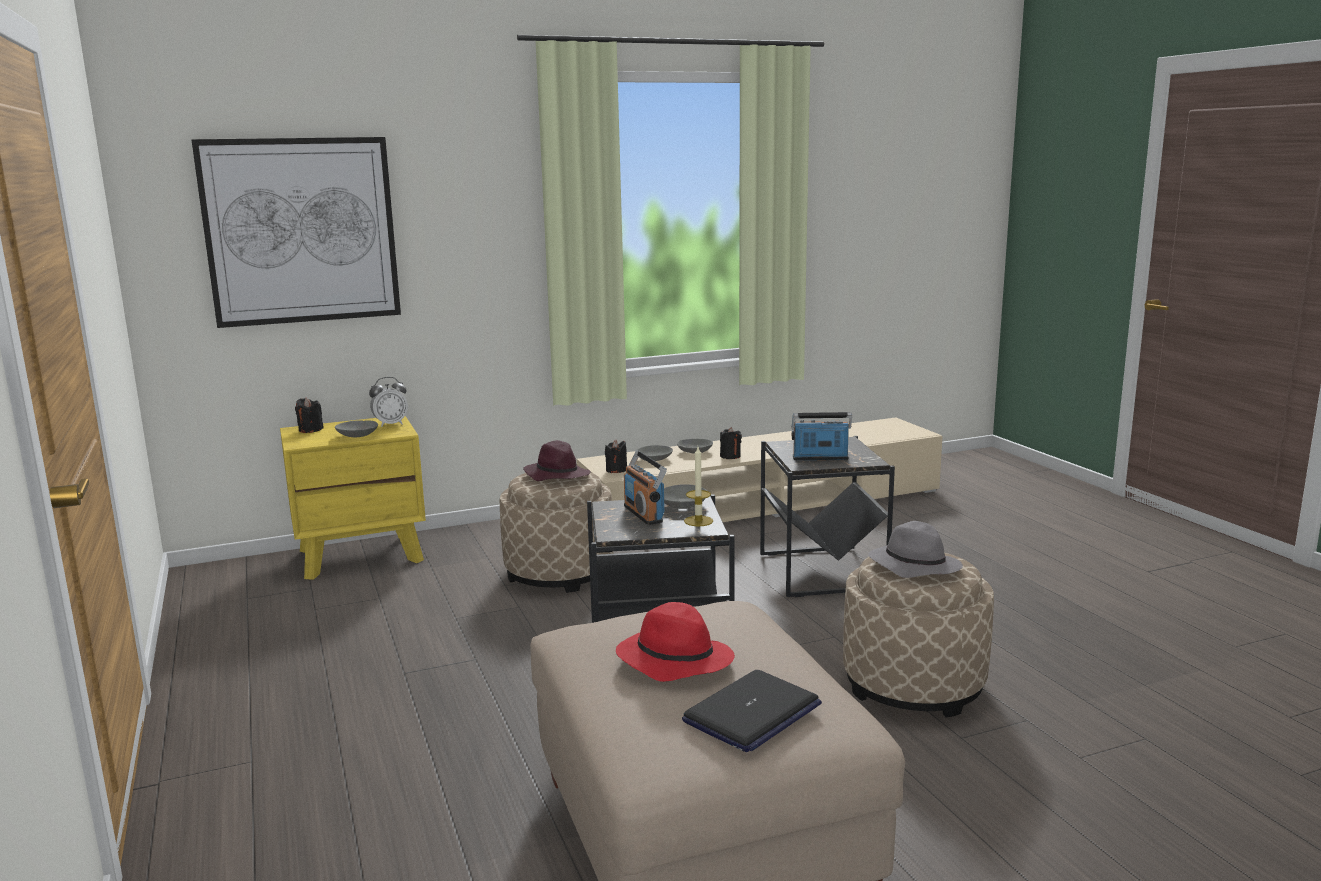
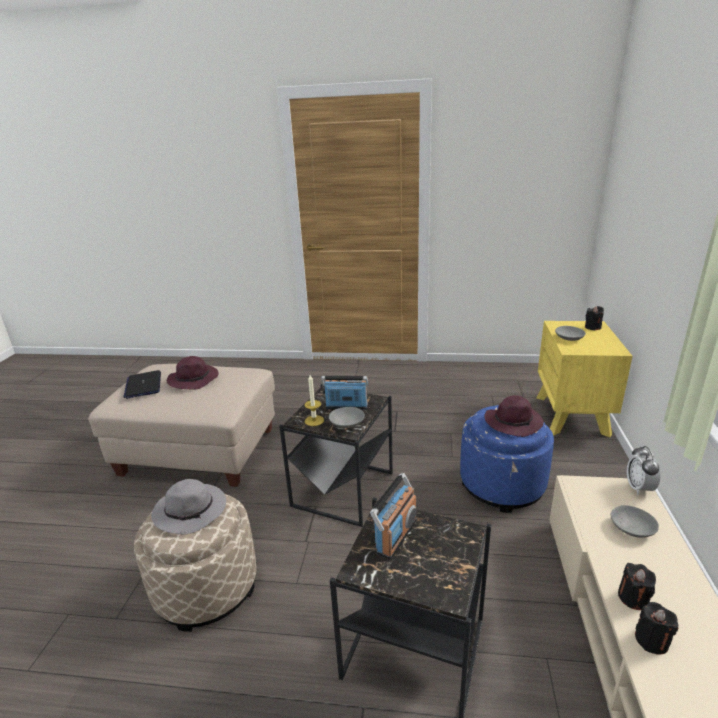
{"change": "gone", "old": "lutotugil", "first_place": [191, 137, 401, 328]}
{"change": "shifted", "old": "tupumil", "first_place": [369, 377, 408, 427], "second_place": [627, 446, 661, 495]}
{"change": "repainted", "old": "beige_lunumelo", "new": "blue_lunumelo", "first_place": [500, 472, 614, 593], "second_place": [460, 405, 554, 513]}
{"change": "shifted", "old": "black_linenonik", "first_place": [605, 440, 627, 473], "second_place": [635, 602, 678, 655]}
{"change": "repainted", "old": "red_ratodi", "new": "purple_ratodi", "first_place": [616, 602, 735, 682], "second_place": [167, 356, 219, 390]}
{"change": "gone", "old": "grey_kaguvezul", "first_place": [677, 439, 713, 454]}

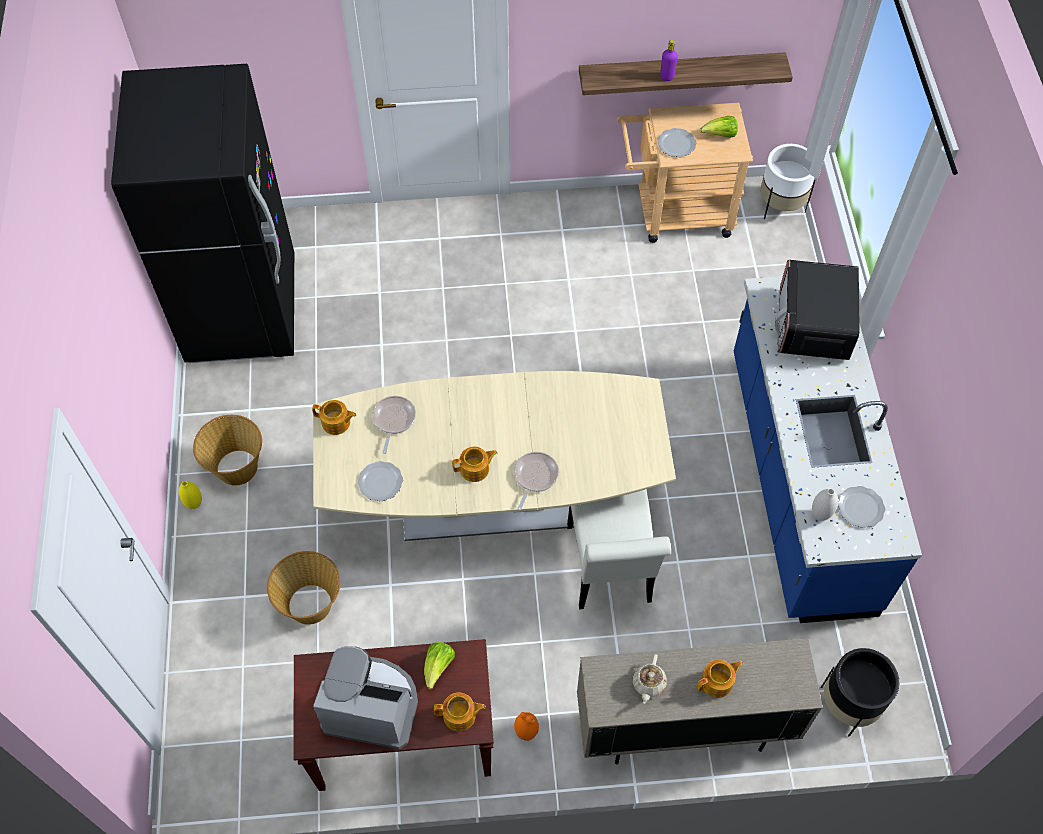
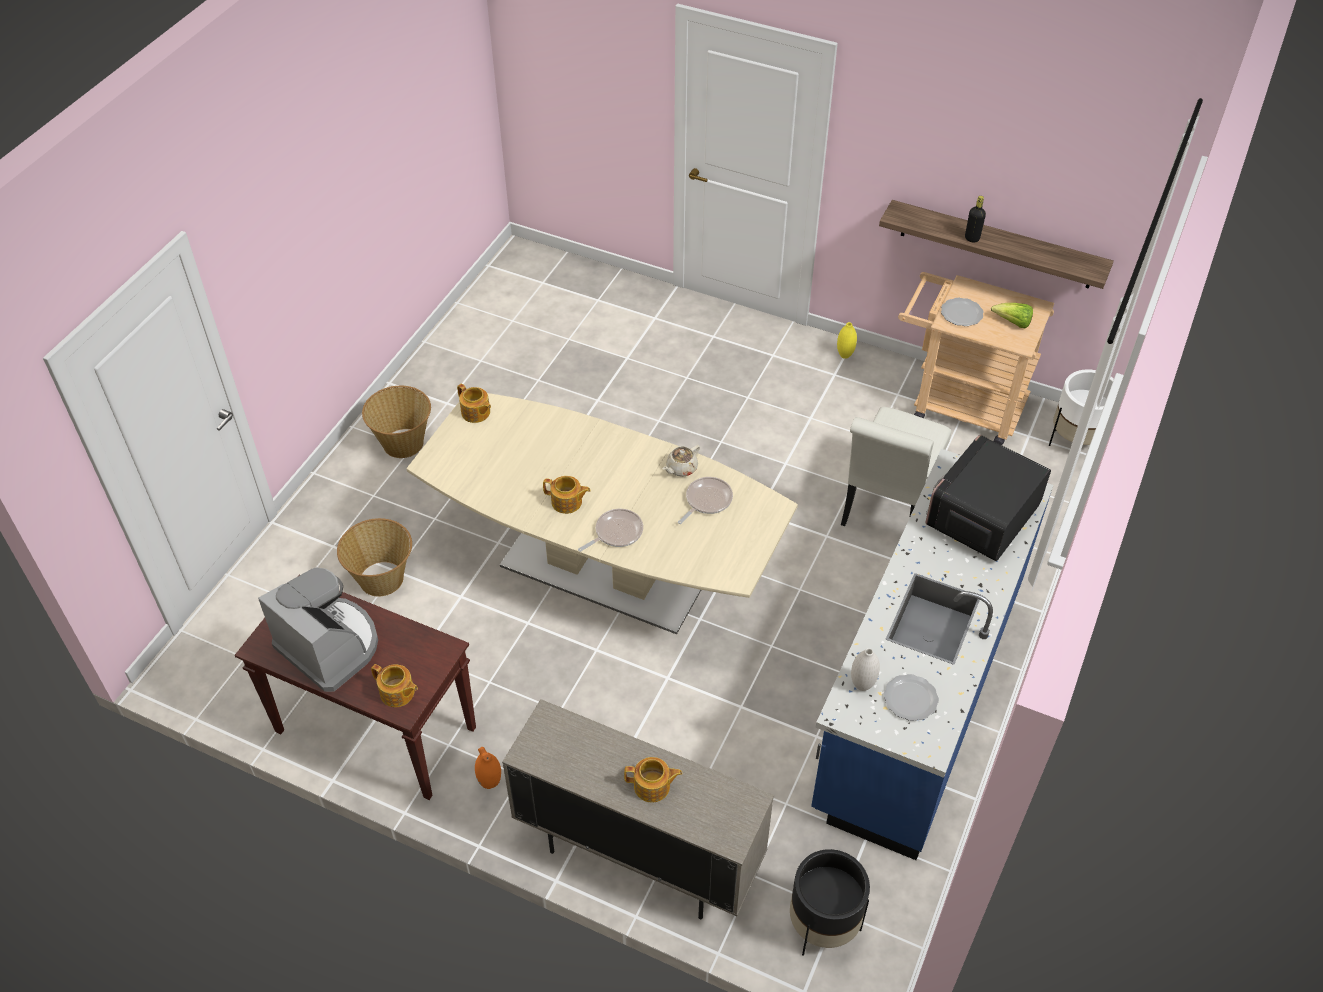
{"change": "gone", "old": "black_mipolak", "first_place": [111, 64, 294, 363]}
{"change": "shifted", "old": "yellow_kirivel", "first_place": [179, 481, 202, 509], "second_place": [837, 322, 857, 359]}
{"change": "gone", "old": "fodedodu", "first_place": [358, 461, 403, 501]}
{"change": "shifted", "old": "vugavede", "first_place": [372, 396, 416, 454], "second_place": [678, 477, 733, 524]}
{"change": "gone", "old": "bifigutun", "first_place": [424, 642, 455, 689]}
{"change": "shifted", "old": "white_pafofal", "first_place": [567, 489, 671, 609], "second_place": [841, 407, 952, 526]}
{"change": "shifted", "old": "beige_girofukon", "first_place": [633, 654, 667, 704], "second_place": [662, 445, 700, 477]}
{"change": "repainted", "old": "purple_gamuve", "new": "black_gamuve", "first_place": [660, 40, 678, 81], "second_place": [965, 196, 986, 242]}

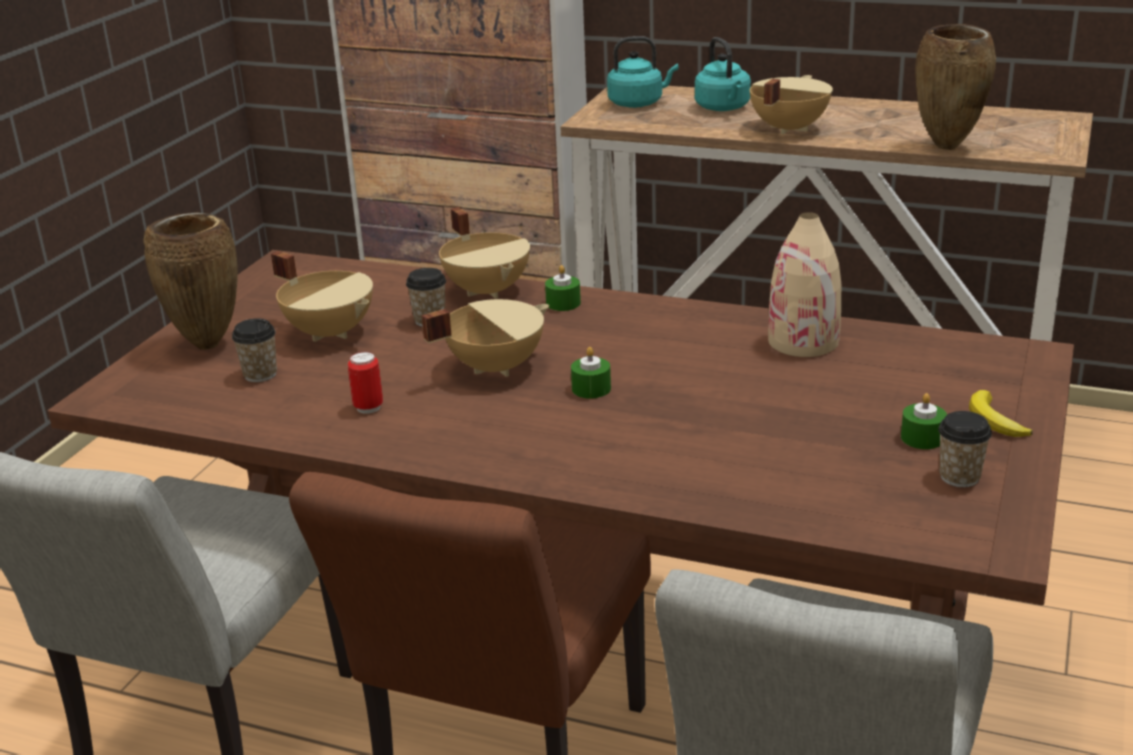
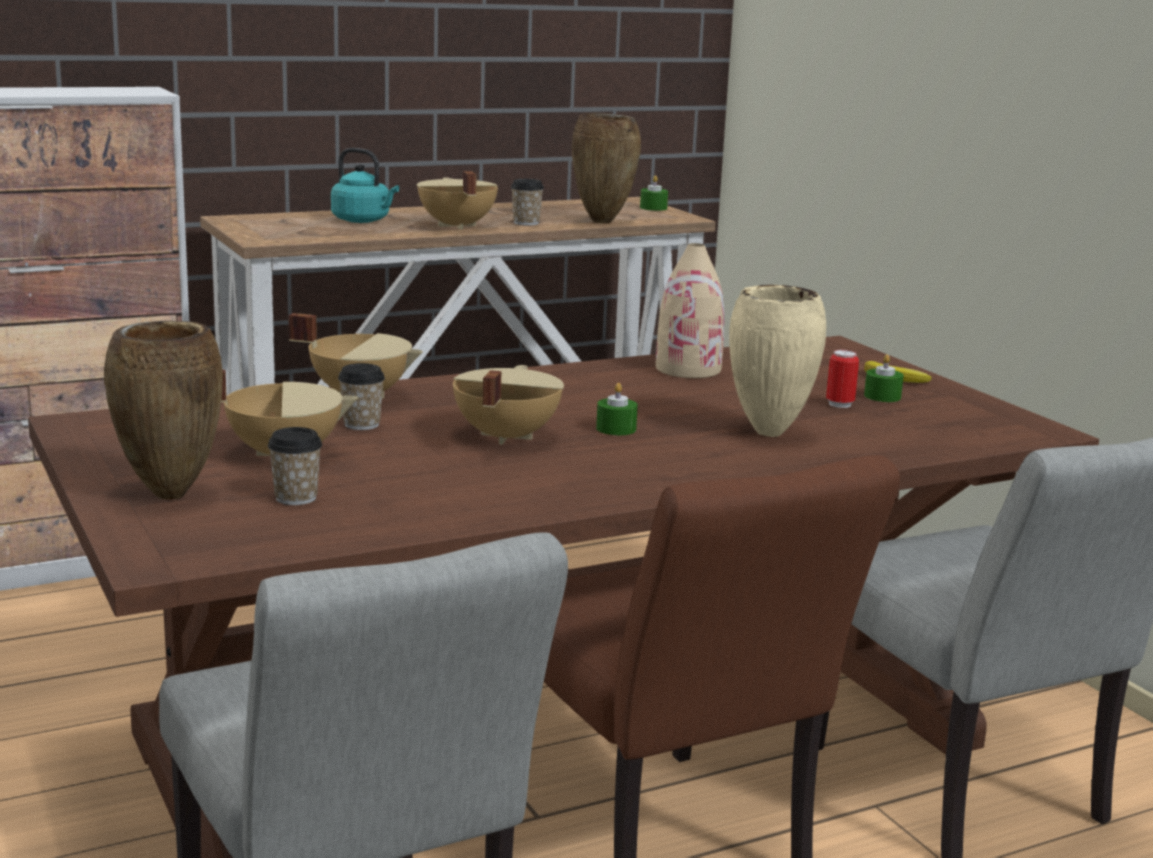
{"change": "shifted", "old": "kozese", "first_place": [348, 351, 383, 414], "second_place": [826, 350, 859, 408]}
{"change": "shifted", "old": "green_linenonik", "first_place": [545, 265, 581, 311], "second_place": [640, 175, 668, 211]}
{"change": "gone", "old": "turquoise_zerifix", "first_place": [607, 36, 679, 108]}
{"change": "shifted", "old": "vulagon", "first_place": [938, 411, 992, 487], "second_place": [511, 179, 544, 226]}
{"change": "new", "new": "beige_kirivel", "second_place": [729, 285, 826, 437]}

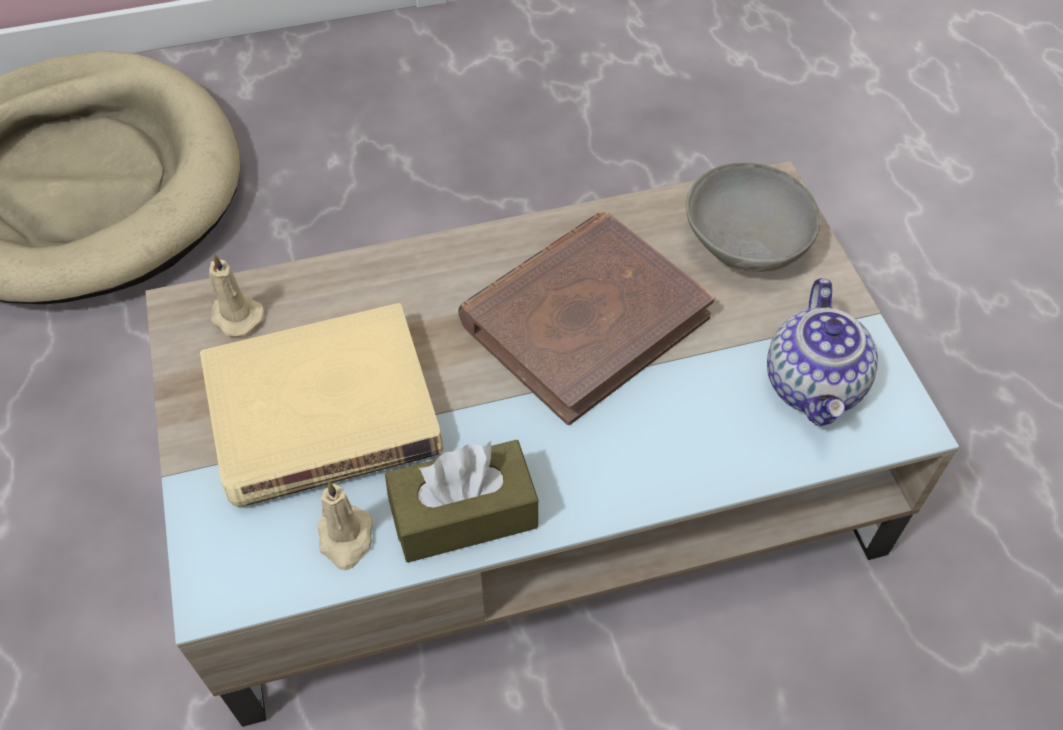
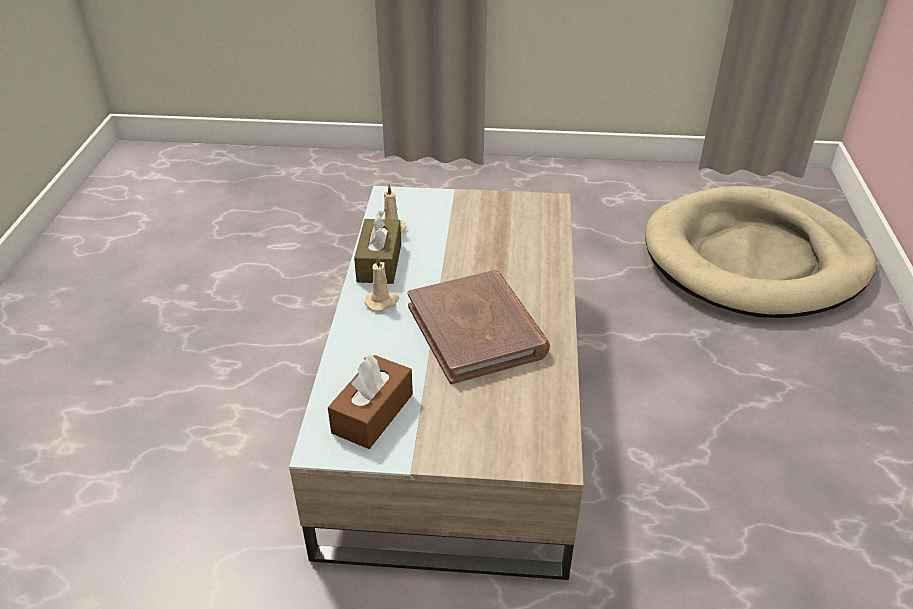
{"change": "gone", "old": "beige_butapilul", "first_place": [200, 303, 443, 507]}
{"change": "shifted", "old": "beige_linenonik", "first_place": [209, 253, 264, 337], "second_place": [365, 256, 399, 311]}
{"change": "gone", "old": "grey_kaguvezul", "first_place": [686, 162, 820, 272]}
{"change": "swapped", "old": "girofukon", "new": "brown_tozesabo", "first_place": [767, 278, 878, 426], "second_place": [328, 355, 413, 449]}

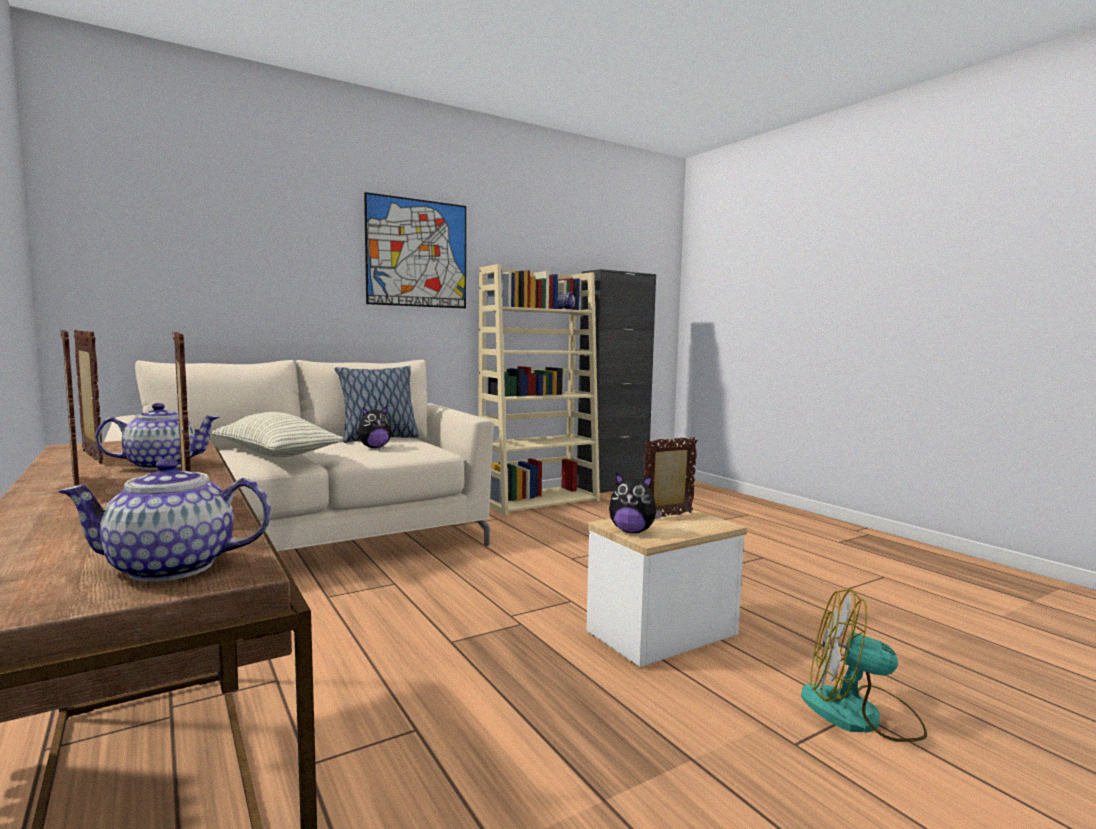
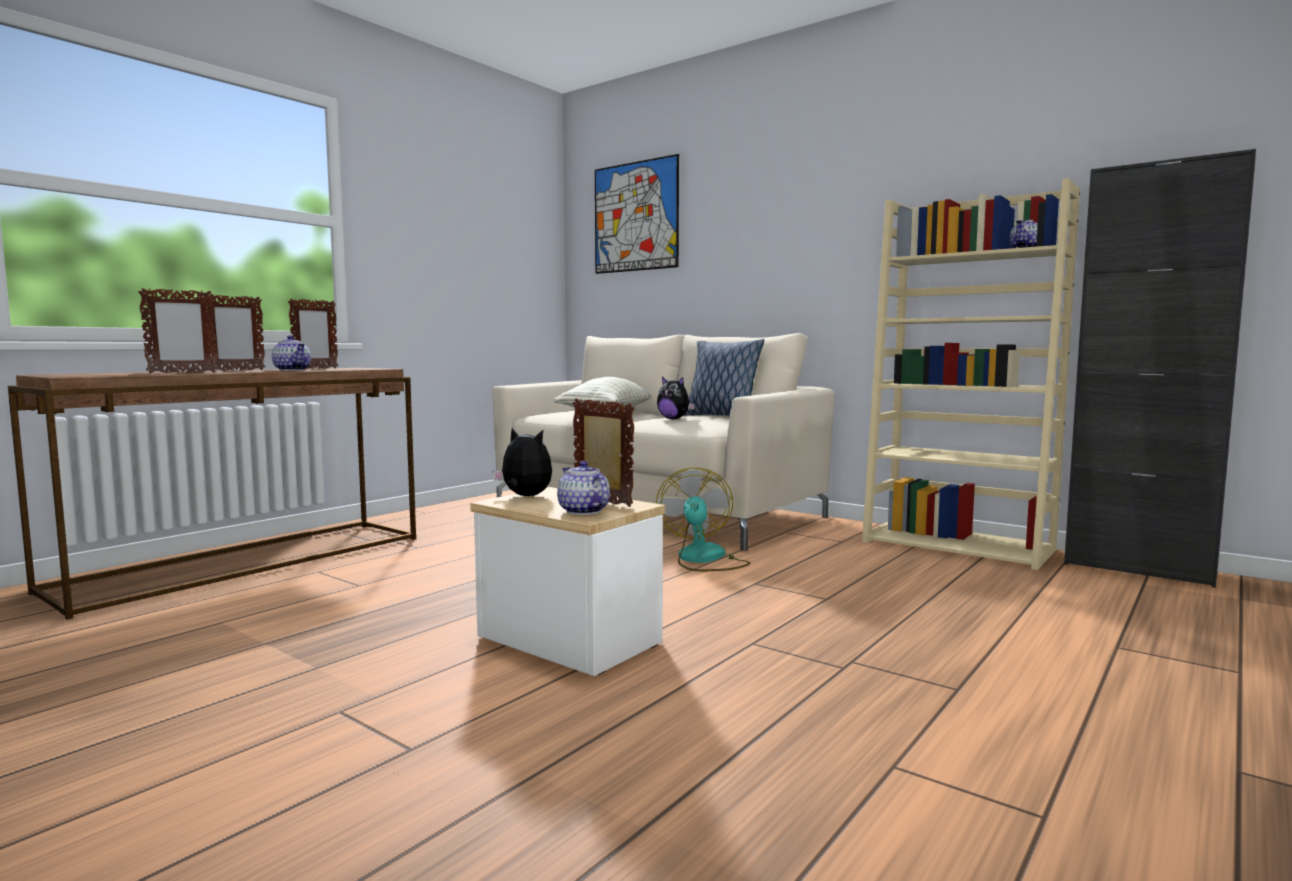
{"change": "shifted", "old": "girofukon", "first_place": [58, 458, 271, 582], "second_place": [557, 461, 610, 515]}
{"change": "shifted", "old": "lutotugil", "first_place": [364, 192, 466, 308], "second_place": [595, 154, 679, 274]}
{"change": "rotated", "old": "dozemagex", "first_place": [609, 472, 662, 533], "second_place": [493, 428, 552, 496], "degrees": 120}
{"change": "shifted", "old": "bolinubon", "first_place": [801, 589, 927, 742], "second_place": [656, 468, 750, 572]}

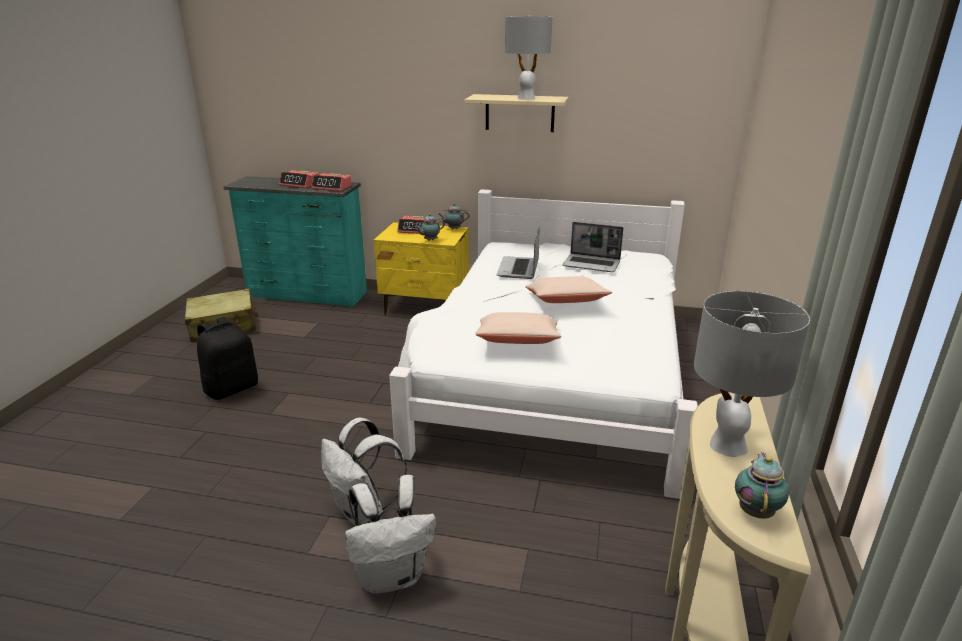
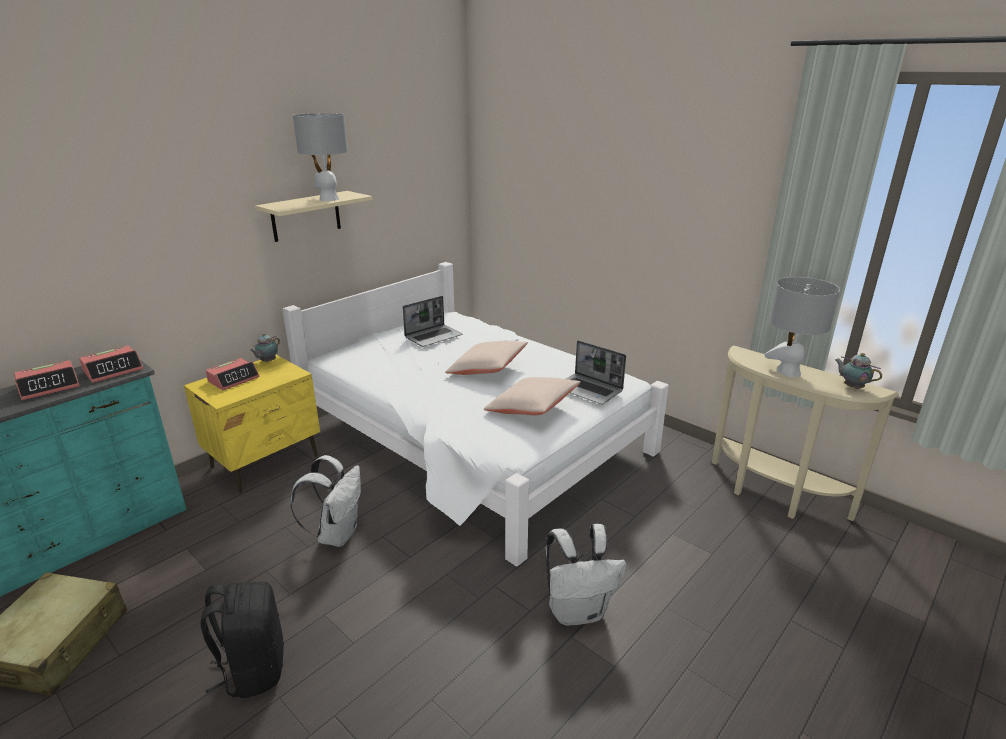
{"change": "shifted", "old": "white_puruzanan", "first_place": [345, 475, 436, 594], "second_place": [290, 455, 361, 547]}
{"change": "gone", "old": "girofukon", "first_place": [414, 214, 445, 241]}
{"change": "shifted", "old": "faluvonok", "first_place": [497, 227, 540, 279], "second_place": [566, 340, 626, 404]}

